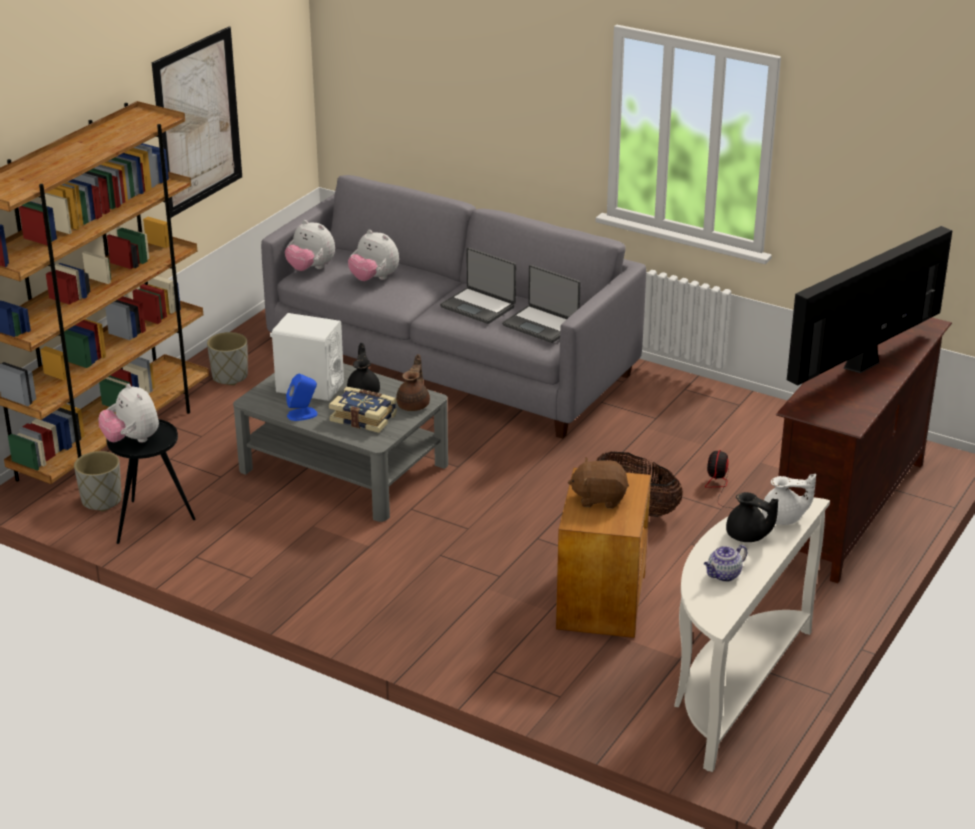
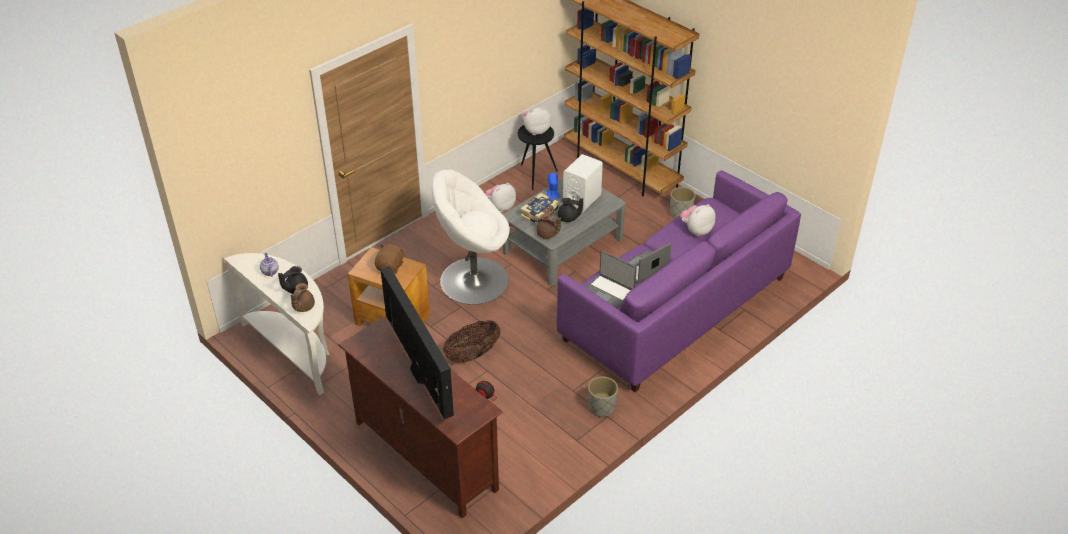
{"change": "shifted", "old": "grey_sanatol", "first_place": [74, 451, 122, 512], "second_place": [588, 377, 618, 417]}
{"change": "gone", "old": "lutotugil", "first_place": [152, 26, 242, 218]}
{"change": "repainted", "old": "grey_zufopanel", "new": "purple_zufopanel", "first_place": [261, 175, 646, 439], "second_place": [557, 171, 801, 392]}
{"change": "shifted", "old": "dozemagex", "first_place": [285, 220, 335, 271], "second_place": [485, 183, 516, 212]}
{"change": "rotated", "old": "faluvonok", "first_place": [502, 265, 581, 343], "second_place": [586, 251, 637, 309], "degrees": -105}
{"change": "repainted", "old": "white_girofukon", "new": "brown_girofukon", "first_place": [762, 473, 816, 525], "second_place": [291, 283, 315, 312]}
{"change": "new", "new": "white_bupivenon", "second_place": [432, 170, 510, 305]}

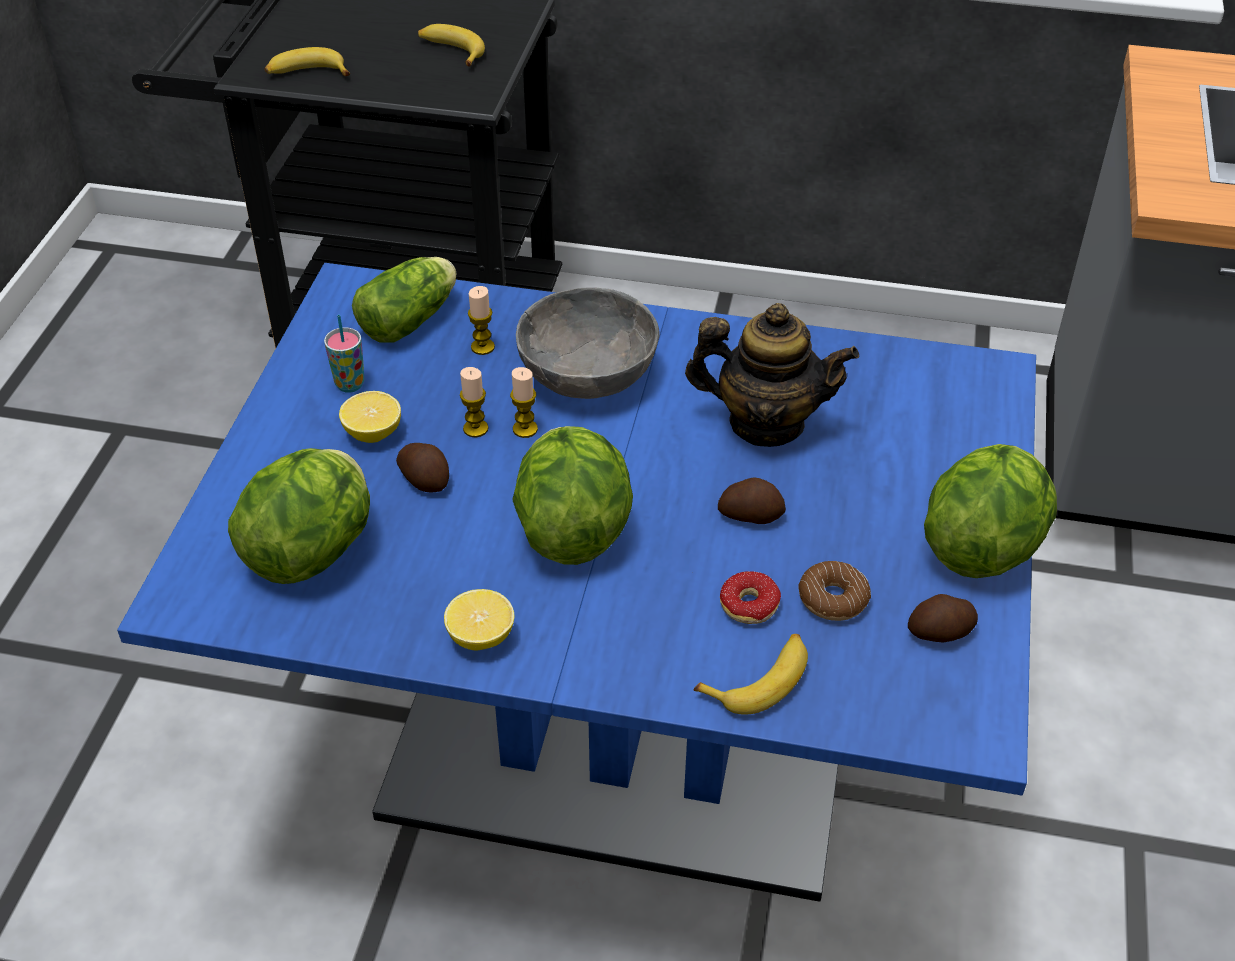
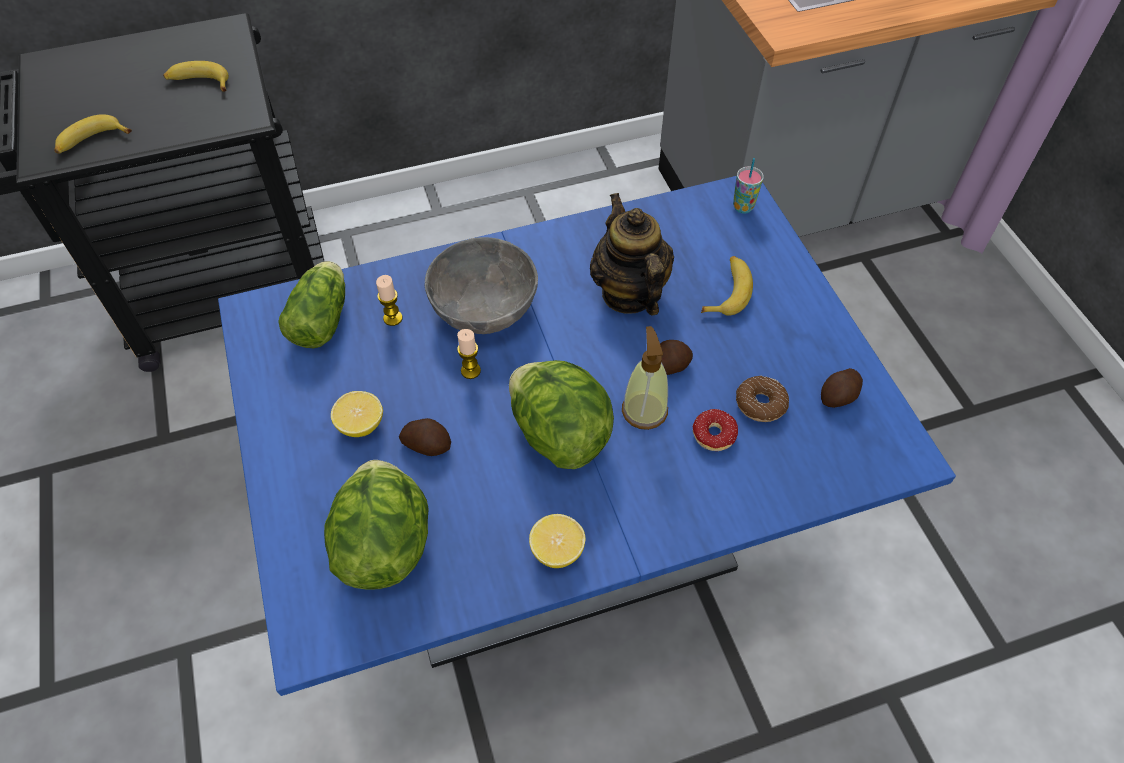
{"change": "shifted", "old": "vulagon", "first_place": [324, 315, 364, 393], "second_place": [733, 158, 764, 214]}
{"change": "gone", "old": "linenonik", "first_place": [460, 367, 488, 437]}
{"change": "rotated", "old": "girofukon", "first_place": [685, 303, 859, 447], "second_place": [590, 193, 674, 316], "degrees": -90}
{"change": "shifted", "old": "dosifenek", "first_place": [694, 634, 808, 715], "second_place": [701, 256, 753, 316]}
{"change": "gone", "old": "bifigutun", "first_place": [924, 444, 1057, 578]}
{"change": "new", "new": "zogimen", "second_place": [622, 326, 668, 430]}

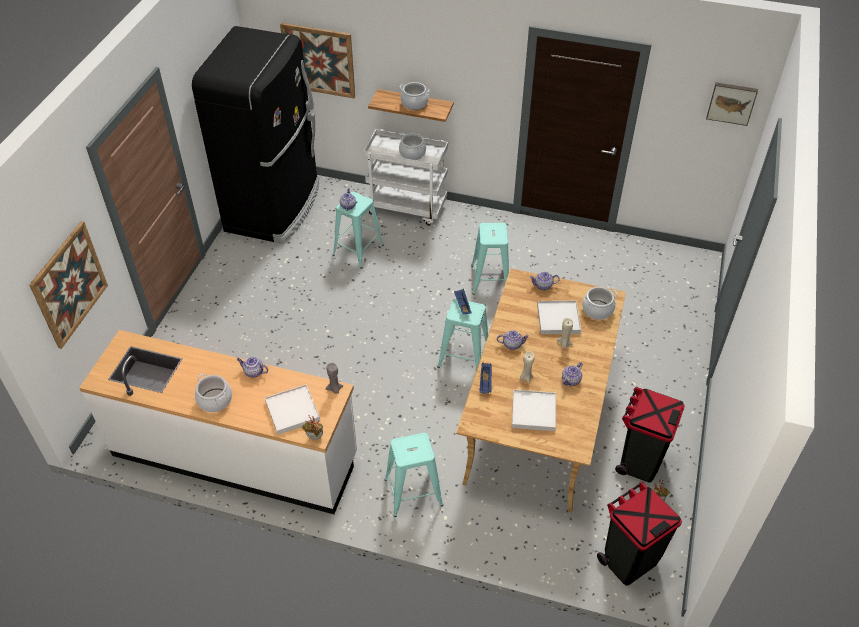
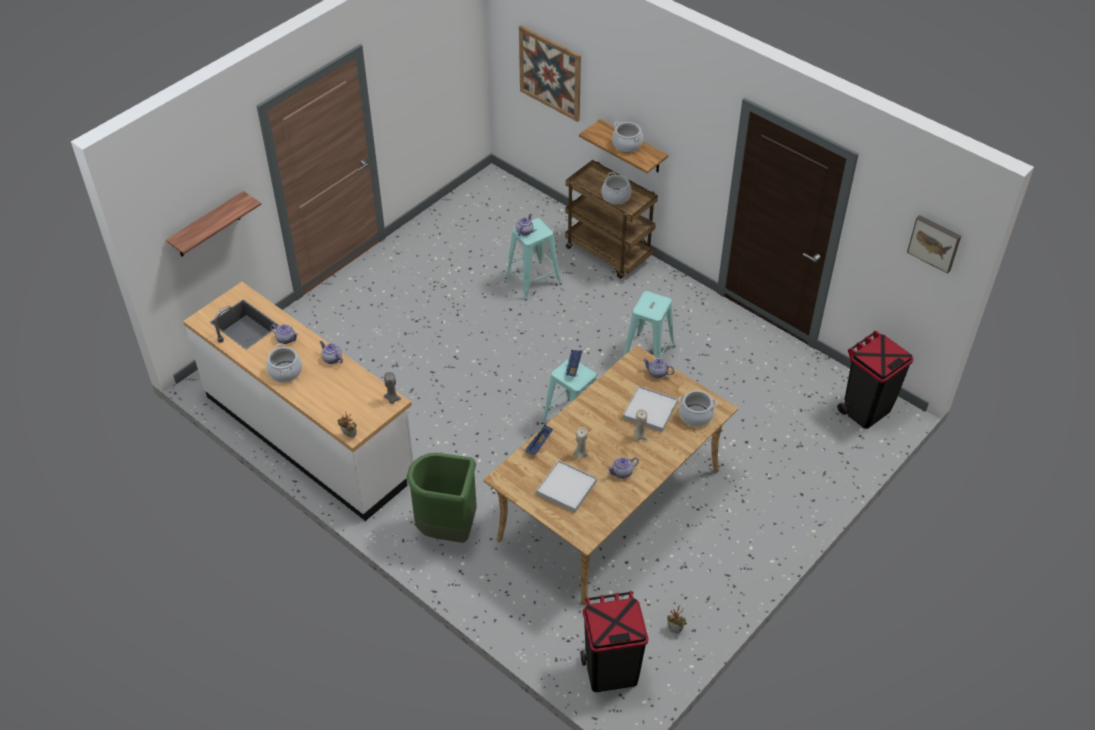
{"change": "swapped", "old": "lutotugil", "new": "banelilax", "first_place": [29, 221, 108, 349], "second_place": [166, 191, 261, 257]}
{"change": "gone", "old": "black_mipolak", "first_place": [192, 26, 319, 244]}
{"change": "gone", "old": "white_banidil", "first_place": [265, 385, 320, 435]}
{"change": "repainted", "old": "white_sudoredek", "new": "brown_sudoredek", "first_place": [363, 129, 448, 226], "second_place": [565, 160, 658, 279]}
{"change": "swapped", "old": "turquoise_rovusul", "new": "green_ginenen", "first_place": [384, 433, 443, 517], "second_place": [407, 453, 477, 543]}
{"change": "shifted", "old": "girofukon", "first_place": [497, 330, 529, 350], "second_place": [270, 324, 298, 344]}
{"change": "shifted", "old": "black_ginenen", "first_place": [615, 387, 685, 482], "second_place": [837, 330, 914, 429]}

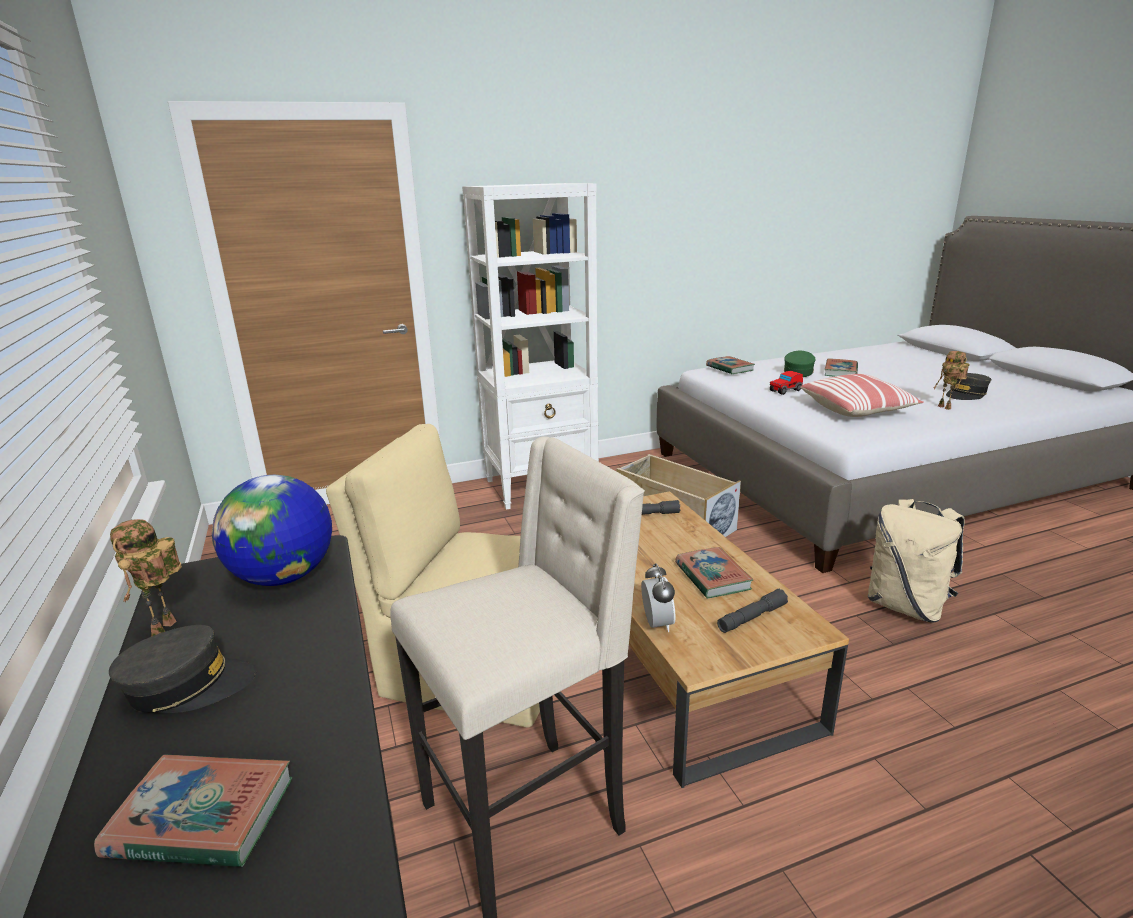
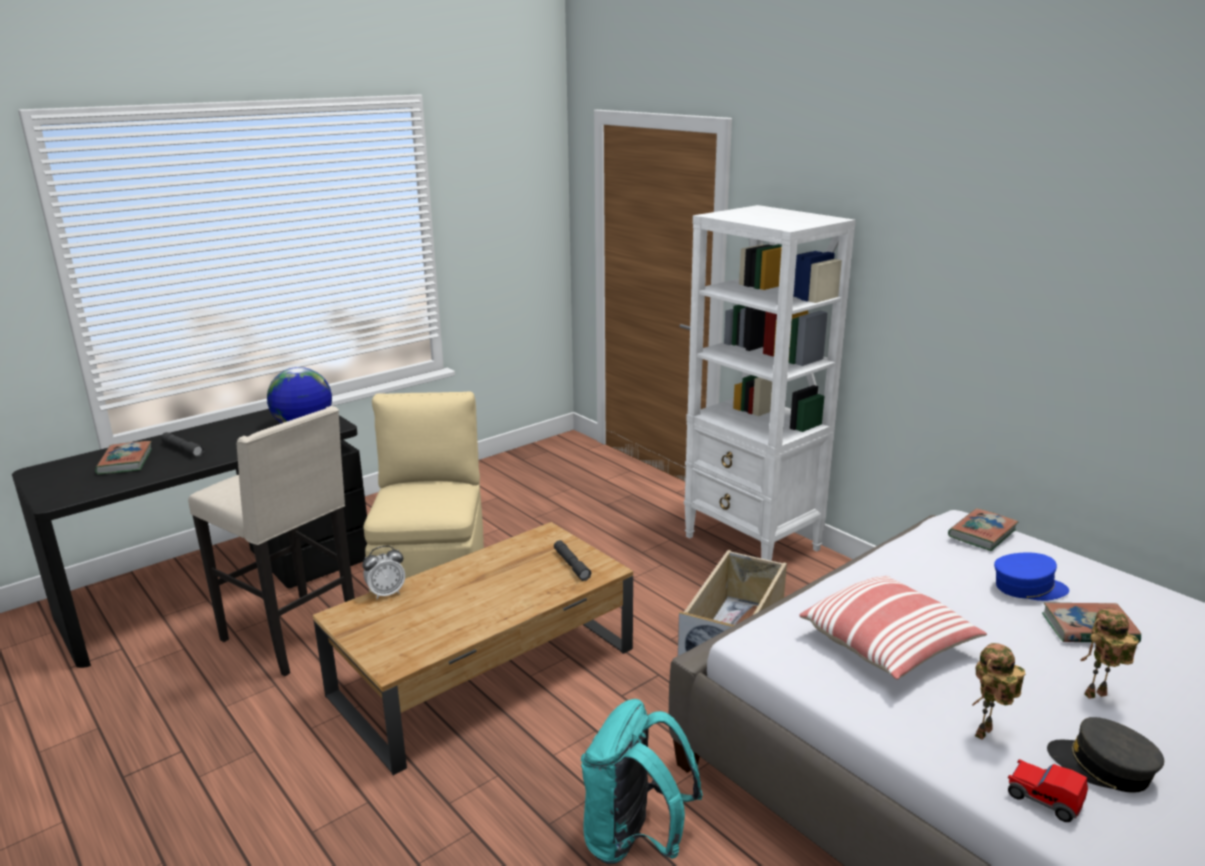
{"change": "gone", "old": "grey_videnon", "first_place": [109, 625, 257, 713]}
{"change": "shifted", "old": "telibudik", "first_place": [110, 519, 182, 636], "second_place": [1081, 608, 1139, 699]}
{"change": "gone", "old": "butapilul", "first_place": [675, 547, 753, 599]}
{"change": "shifted", "old": "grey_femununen", "first_place": [717, 589, 788, 633], "second_place": [161, 432, 204, 457]}
{"change": "shifted", "old": "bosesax", "first_place": [769, 371, 803, 395], "second_place": [1008, 759, 1088, 822]}
{"change": "repainted", "old": "green_videnon", "new": "blue_videnon", "first_place": [784, 351, 815, 377], "second_place": [994, 553, 1069, 601]}
{"change": "repainted", "old": "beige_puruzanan", "new": "turquoise_puruzanan", "first_place": [868, 499, 965, 622], "second_place": [581, 699, 703, 864]}

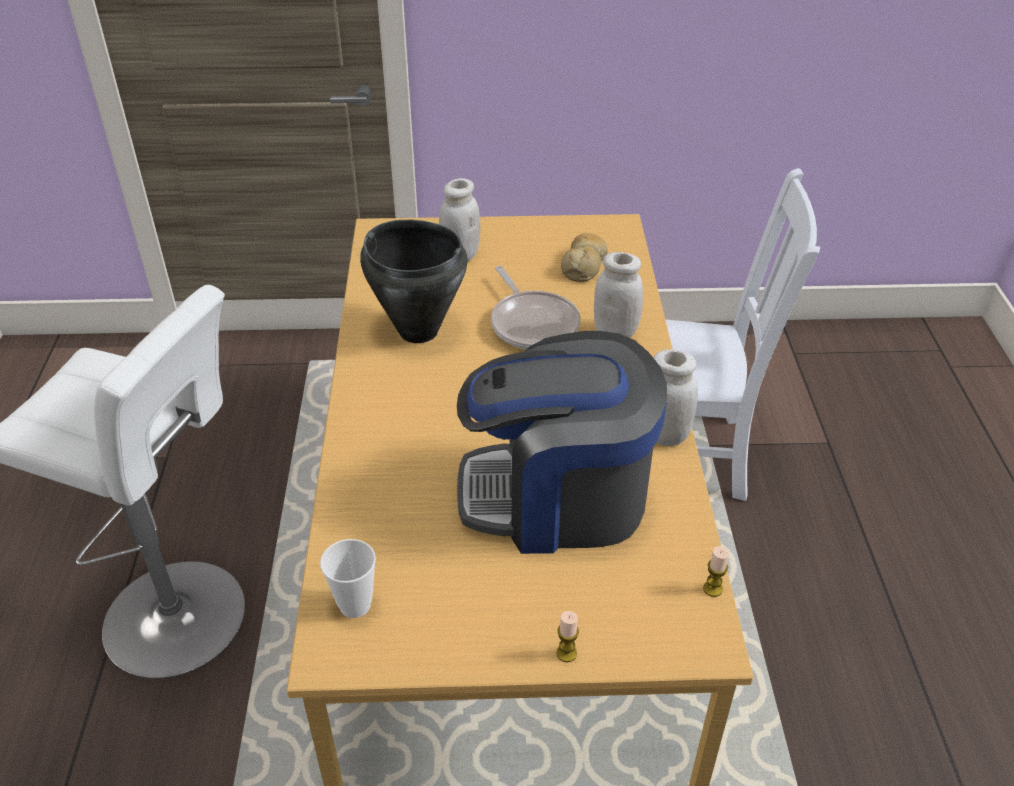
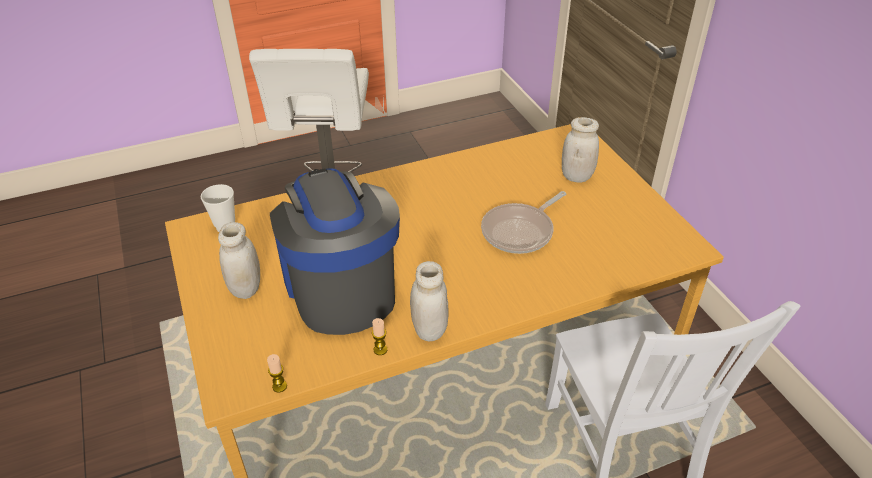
{"change": "gone", "old": "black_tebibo", "first_place": [360, 220, 467, 343]}
{"change": "shifted", "old": "linenonik", "first_place": [556, 611, 579, 662], "second_place": [372, 318, 387, 355]}
{"change": "gone", "old": "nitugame", "first_place": [561, 233, 608, 282]}
{"change": "shifted", "old": "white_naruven", "first_place": [594, 252, 643, 338], "second_place": [218, 222, 260, 299]}

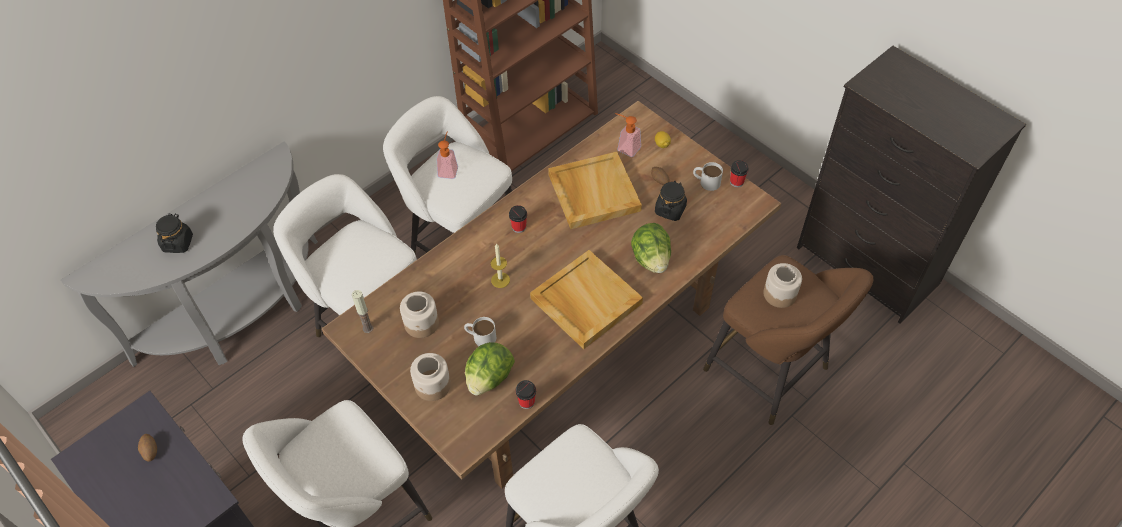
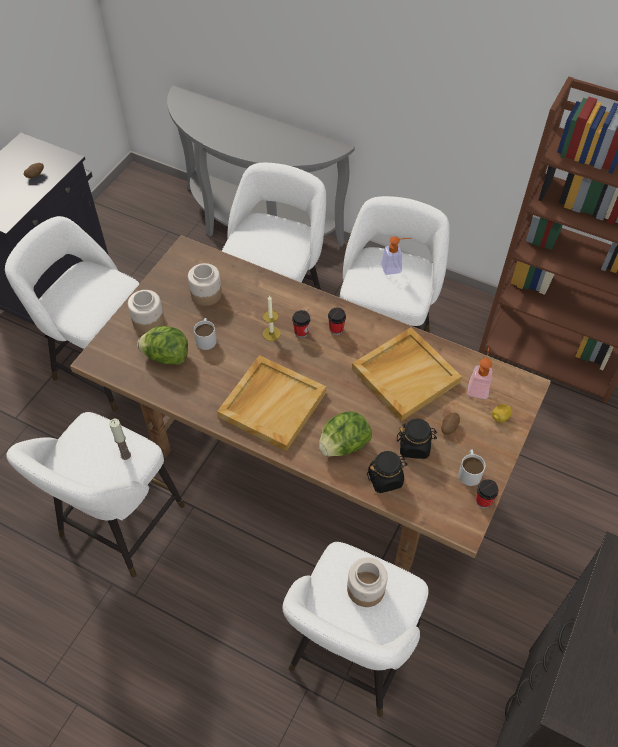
{"change": "shifted", "old": "black_naruven", "first_place": [156, 213, 193, 253], "second_place": [367, 451, 408, 493]}
{"change": "shifted", "old": "linenonik", "first_place": [352, 290, 373, 333], "second_place": [109, 419, 131, 460]}
{"change": "shifted", "old": "vulagon", "first_place": [515, 380, 536, 409], "second_place": [292, 310, 311, 338]}
{"change": "repainted", "old": "brown_rovusul", "new": "white_rovusul", "first_place": [703, 255, 873, 425], "second_place": [283, 542, 429, 717]}

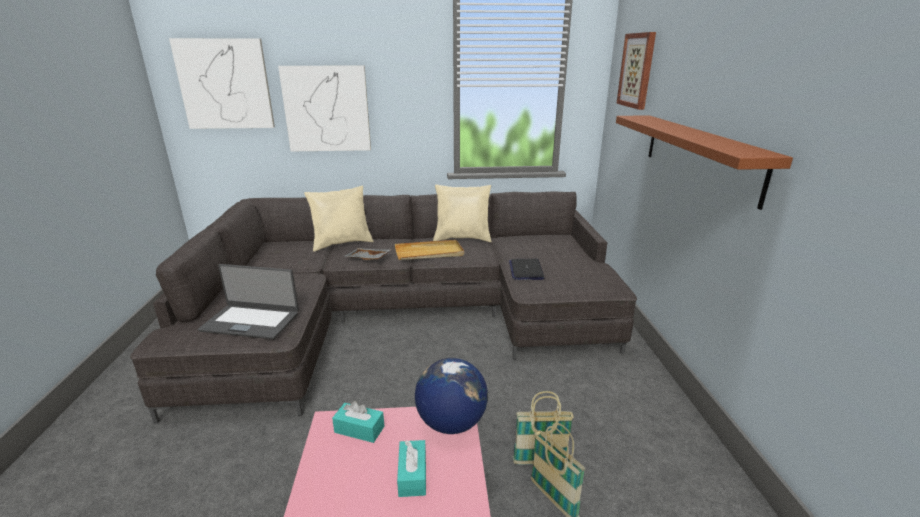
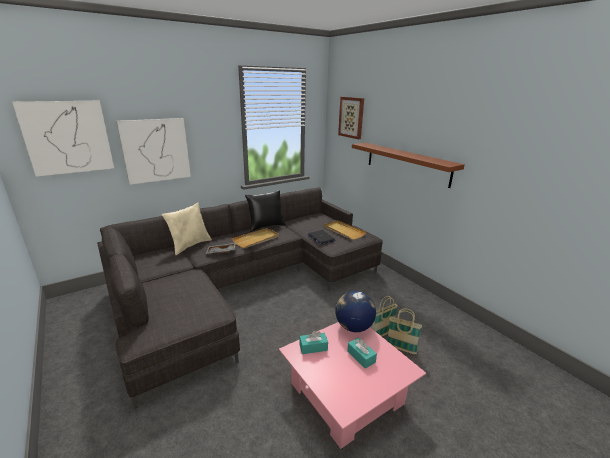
{"change": "gone", "old": "faluvonok", "first_place": [198, 264, 299, 339]}
{"change": "repainted", "old": "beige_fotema", "new": "black_fotema", "first_place": [433, 184, 492, 242], "second_place": [245, 190, 286, 232]}
{"change": "new", "new": "beige_banidil", "second_place": [324, 220, 366, 240]}

